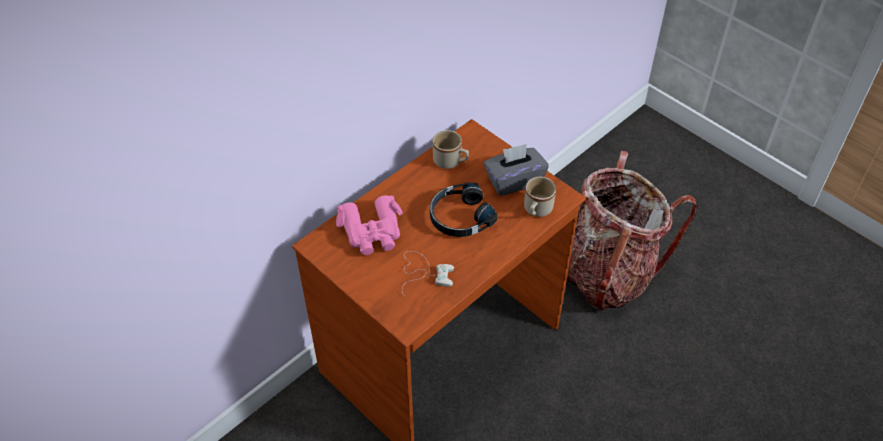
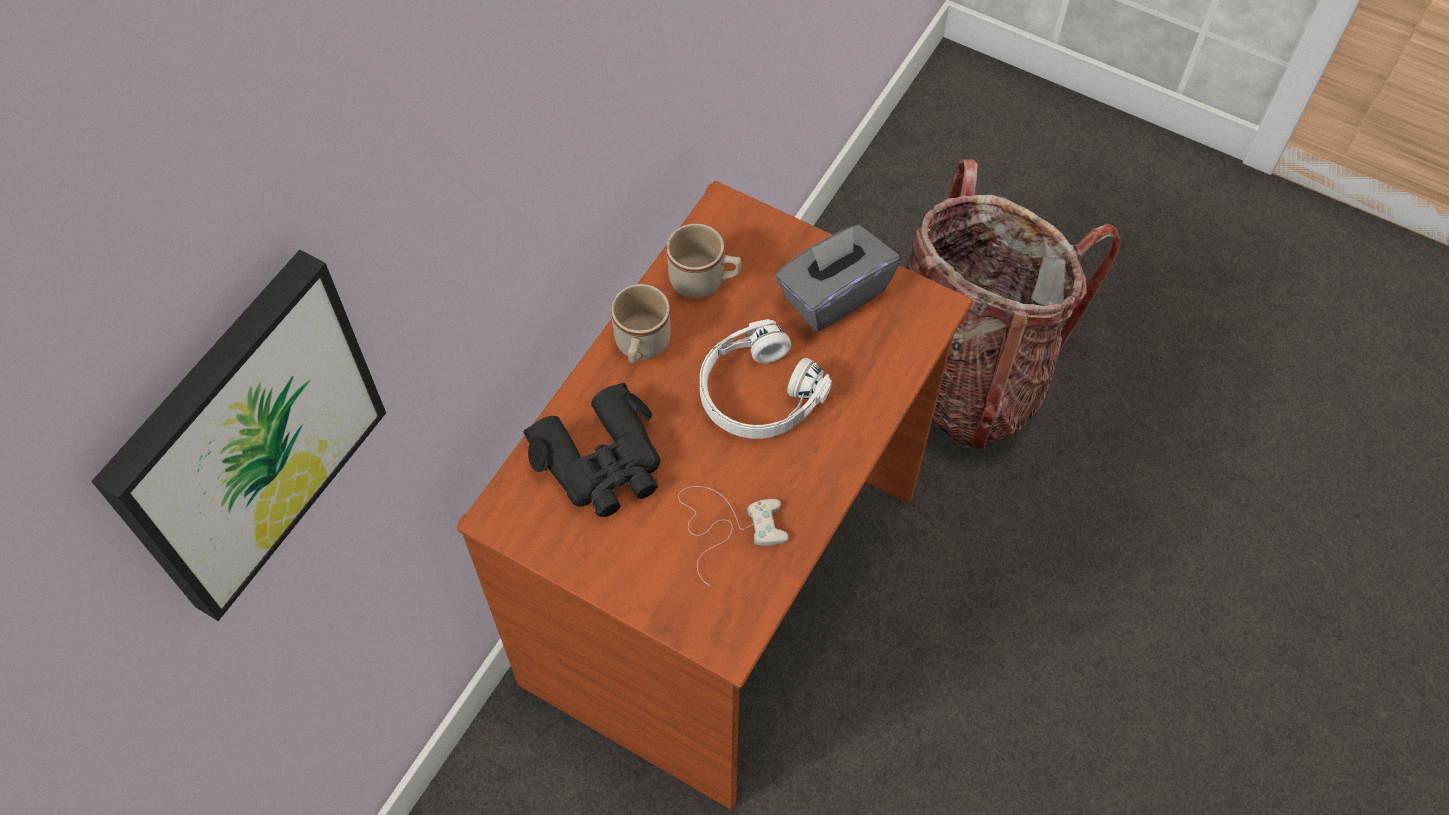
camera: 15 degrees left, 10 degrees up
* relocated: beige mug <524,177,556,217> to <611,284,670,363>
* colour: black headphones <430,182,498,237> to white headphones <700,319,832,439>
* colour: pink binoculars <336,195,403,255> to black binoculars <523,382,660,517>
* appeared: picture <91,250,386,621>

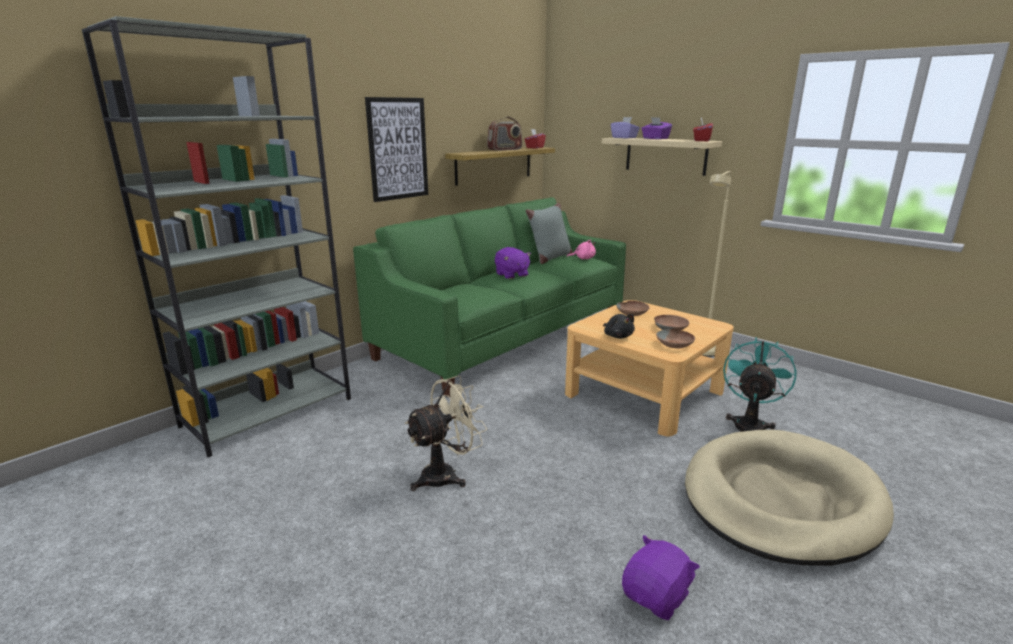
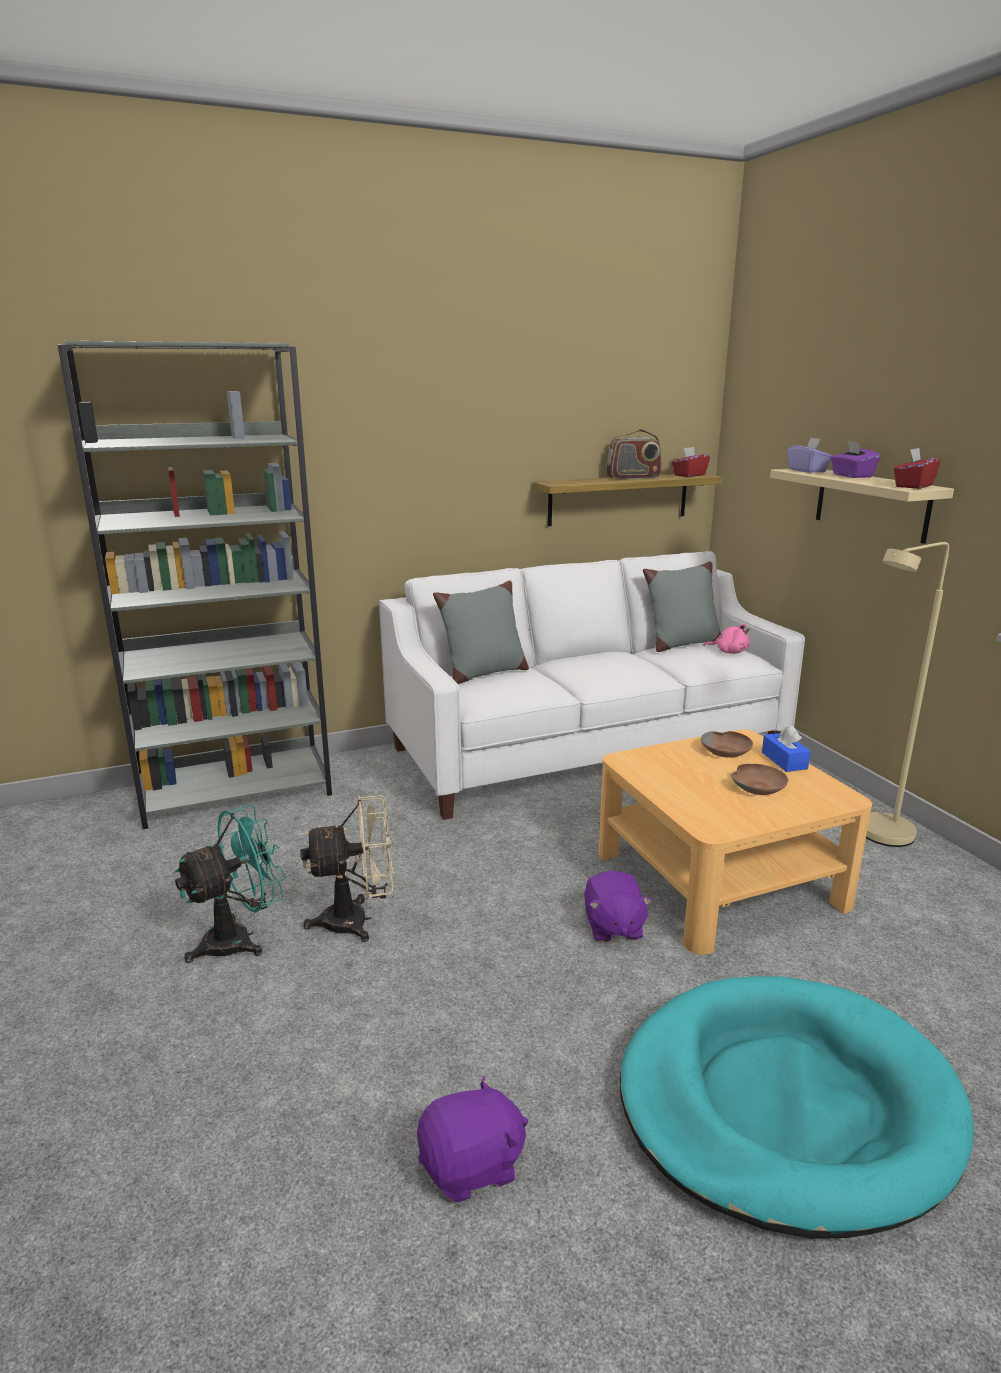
camera: 25 degrees right, 0 degrees up
* missing: picture <365,97,428,202>
* colour: green sofa <353,197,626,397> to white sofa <379,551,805,820>
* relocated: purple plush toy <495,247,531,279> to <584,871,652,942>
* missing: black plush toy <603,314,635,338>
* missing: brown bowl <656,329,695,348>
* relocated: turquoise fan <723,337,797,432> to <174,805,286,963>
* colour: beige dog bed <685,430,894,566> to turquoise dog bed <620,976,974,1239>
* appeared: grey pillow <433,581,529,684>
* appeared: blue tissue box <762,724,811,772>

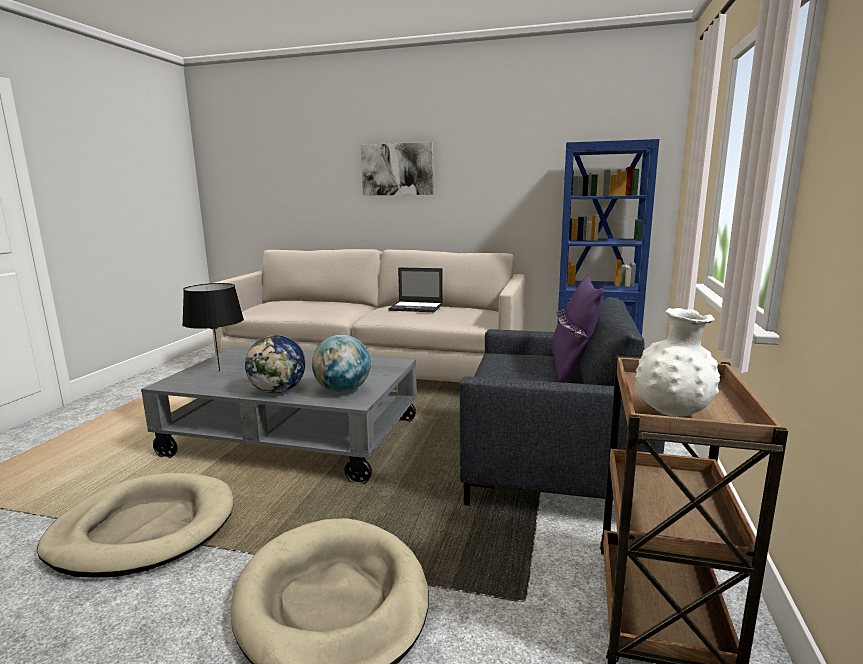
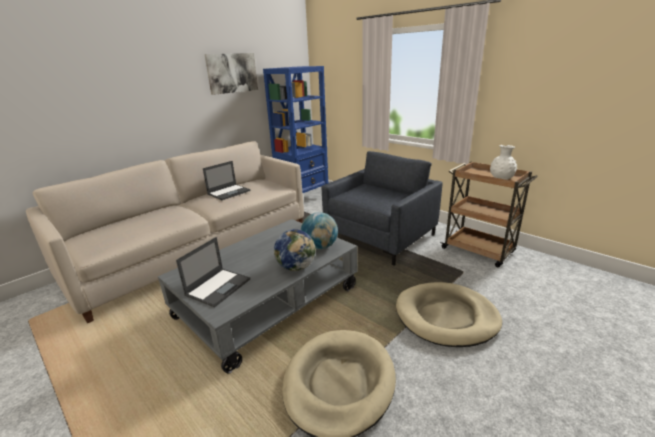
camera: 60 degrees left, 10 degrees up
* relocated: picture <361,142,434,196> to <205,53,258,95>
* missing: purple pillow <551,274,604,383>
* exchanged: black table lamp <182,283,244,371> to laptop <176,237,250,308>

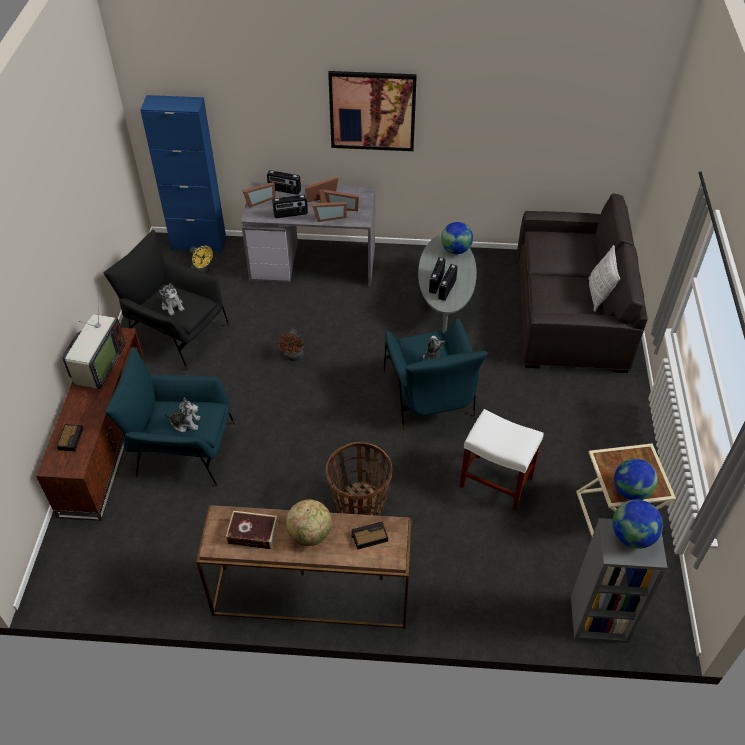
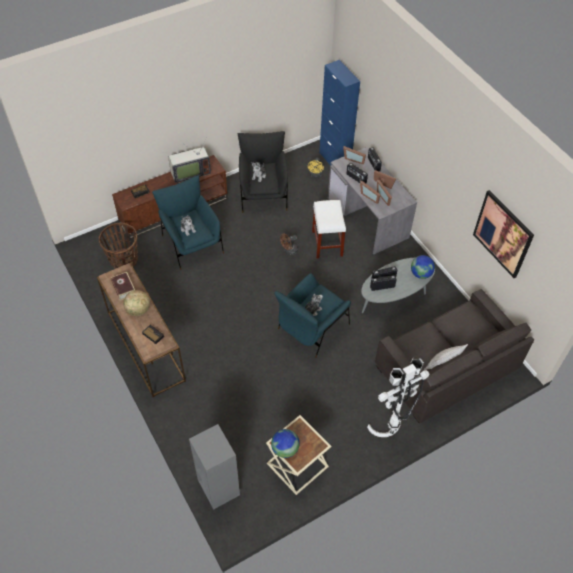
camera: 55 degrees right, 5 degrees up
* relocated: picture <328,71,417,151> to <473,190,534,278>
* relocated: white stool <460,409,544,511> to <312,200,346,258>
* relocated: basket <326,442,392,516> to <99,223,138,269>
* missing: globe <613,500,663,549>
* appeared: white floor lamp <367,358,429,437>

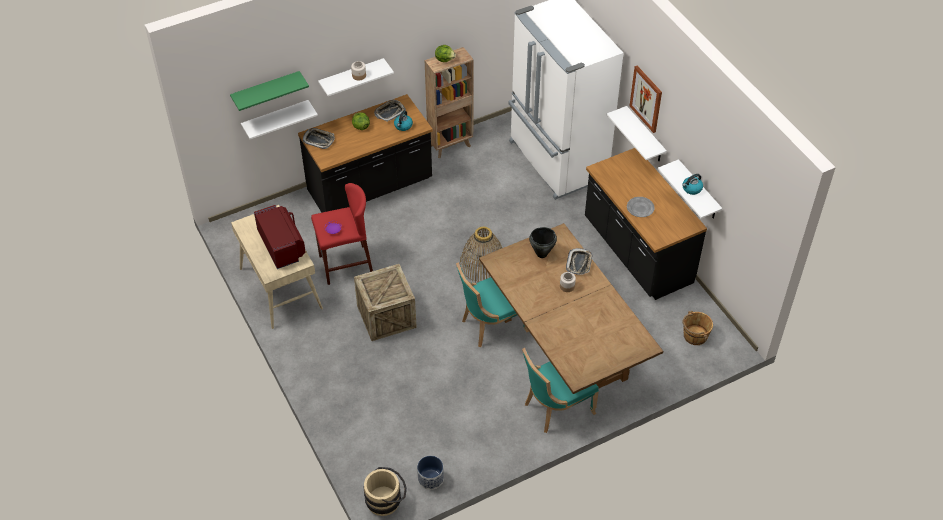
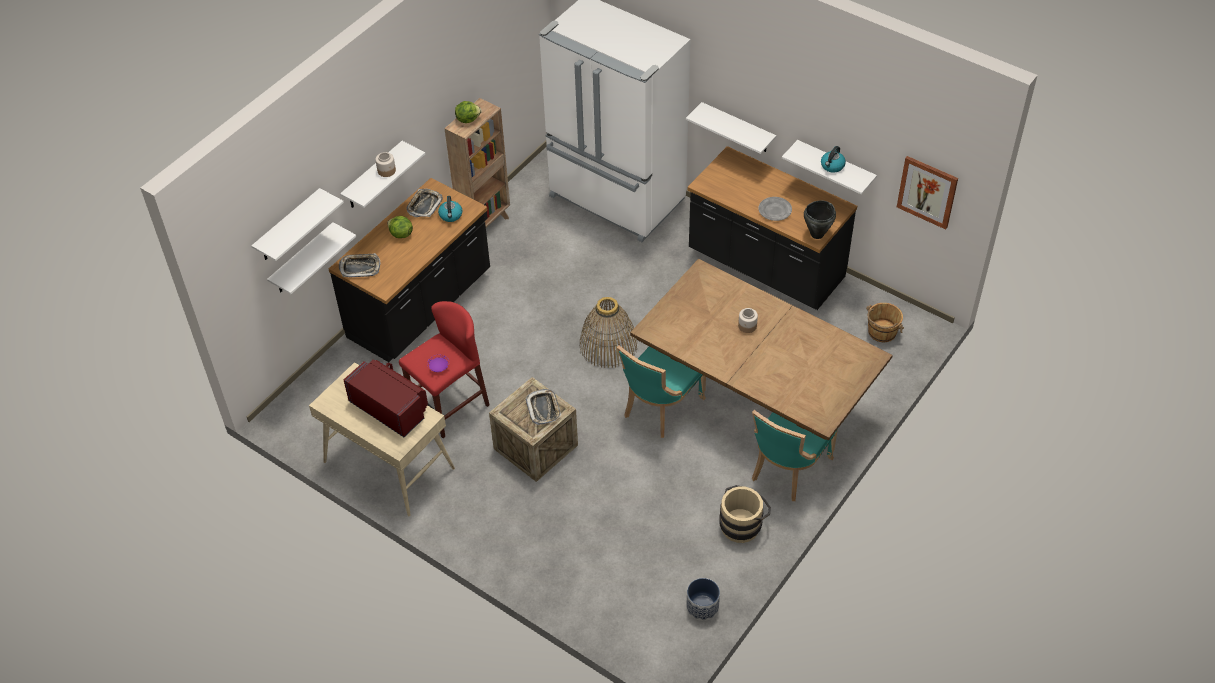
camera: 25 degrees left, 0 degrees up
* relocated: picture <630,66,662,133> to <897,156,958,229>
* colour: green shelf <230,71,309,111> to white shelf <251,188,344,261>
* relocated: black cooking pot <529,227,557,258> to <804,200,836,239>
* relocated: tray <566,248,593,275> to <526,389,561,425>
* relocated: beige bucket <364,467,407,516> to <719,485,771,543>

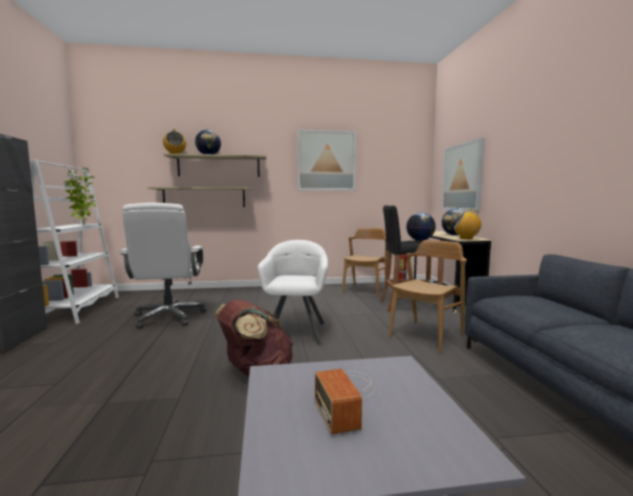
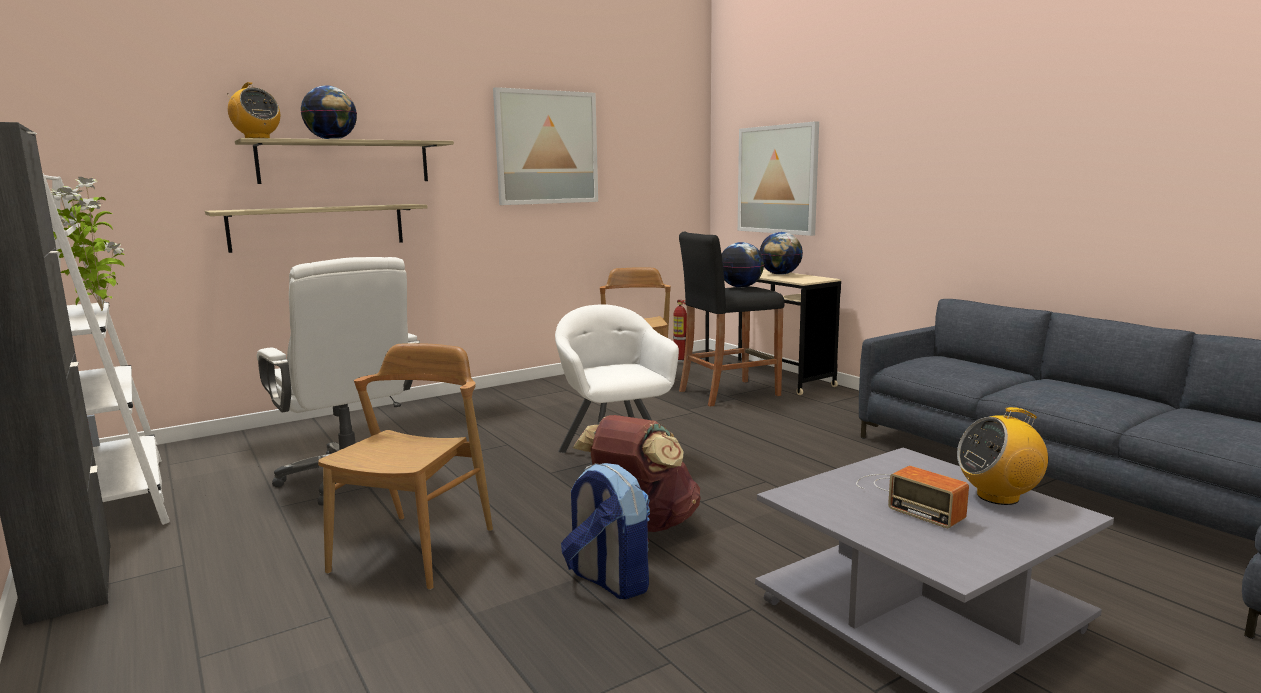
camera: 25 degrees left, 5 degrees up
* relocated: radio <454,209,481,239> to <957,407,1048,505>
* relocated: brown chair <388,240,467,353> to <318,344,493,590>
* appeared: backpack <561,463,650,599>

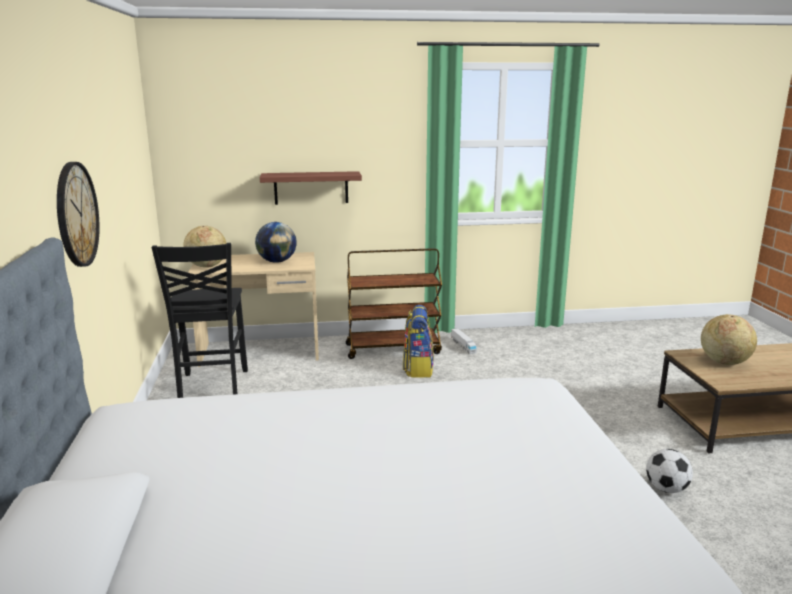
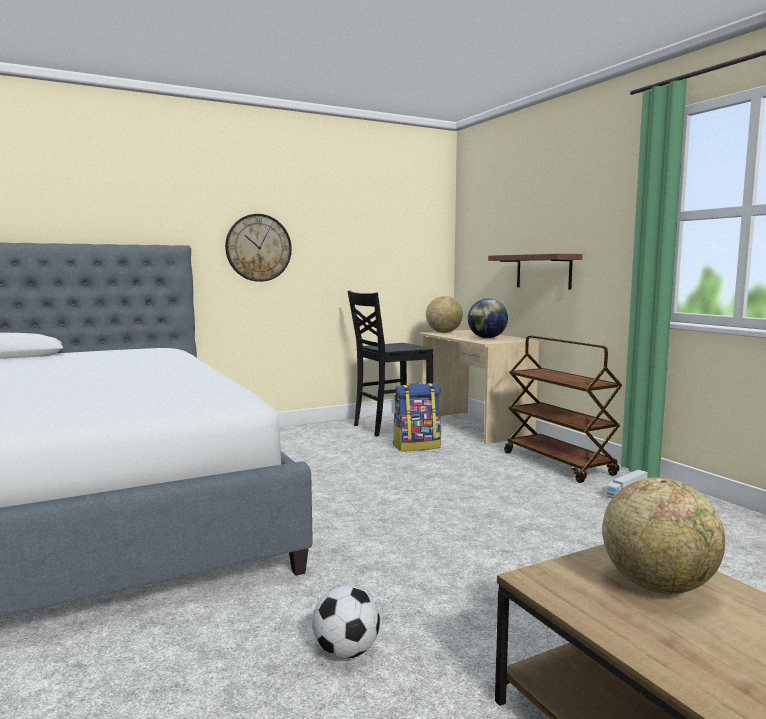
camera: 70 degrees right, 10 degrees down
* relocated: backpack <403,305,434,378> to <393,383,441,452>

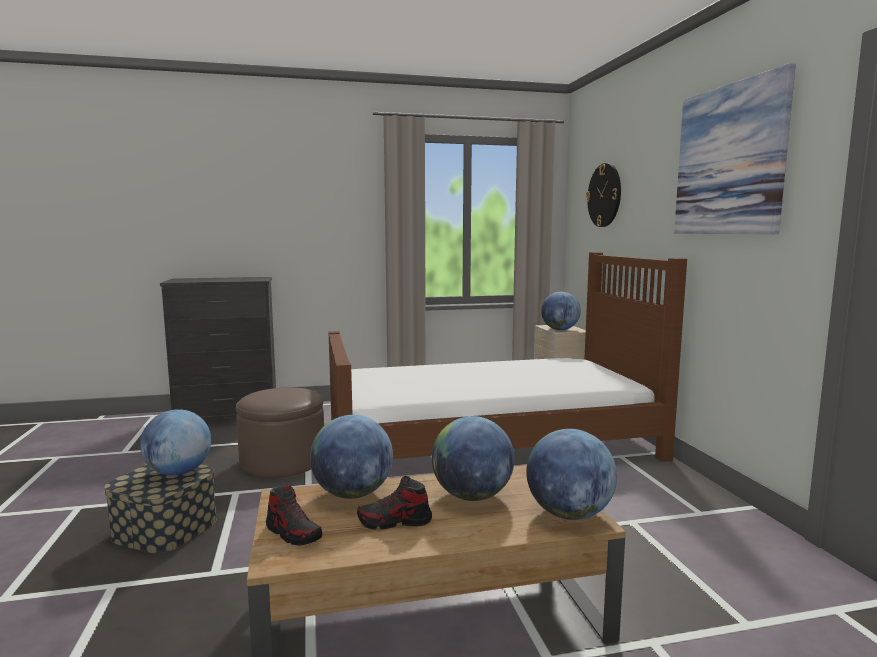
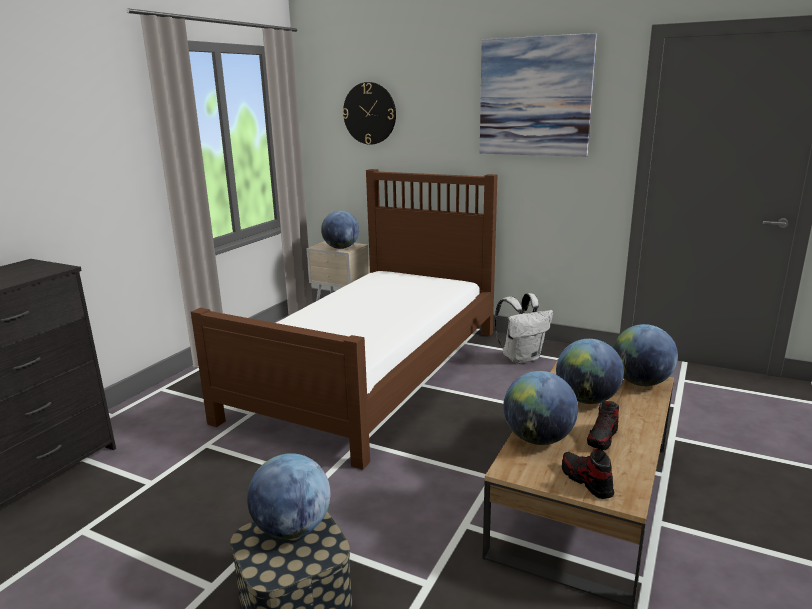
camera: 50 degrees left, 10 degrees up
* missing: brown ottoman <236,388,324,478>
* spun: shoe <266,483,322,545> = <562,448,614,499> 105 degrees counterclockwise
* appeared: white backpack <495,293,553,364>

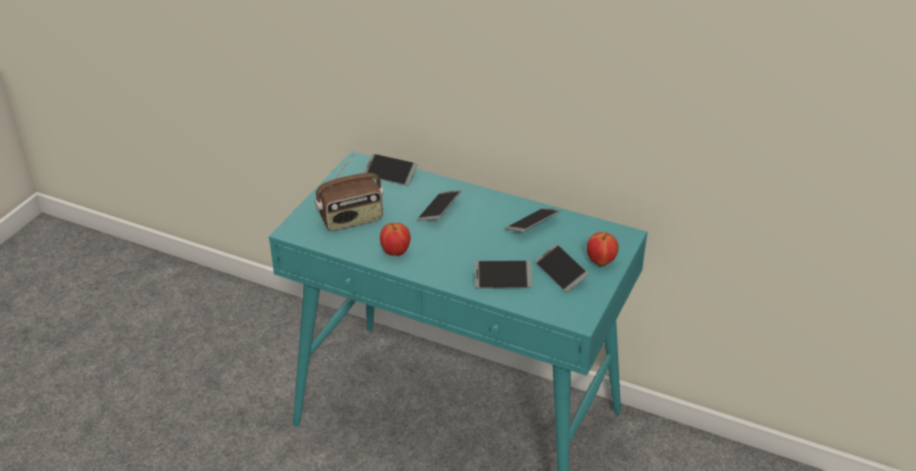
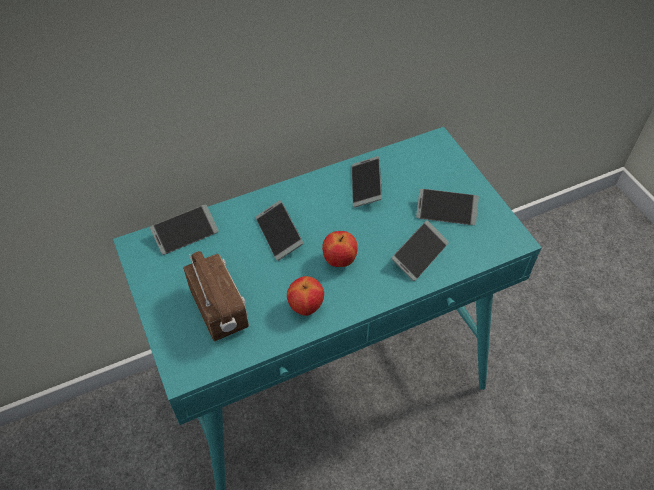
camera: 50 degrees left, 15 degrees up
* spun: radio <315,154,384,231> = <183,251,249,342> 45 degrees counterclockwise
* relocated: apple <587,232,619,266> to <322,231,358,267>

